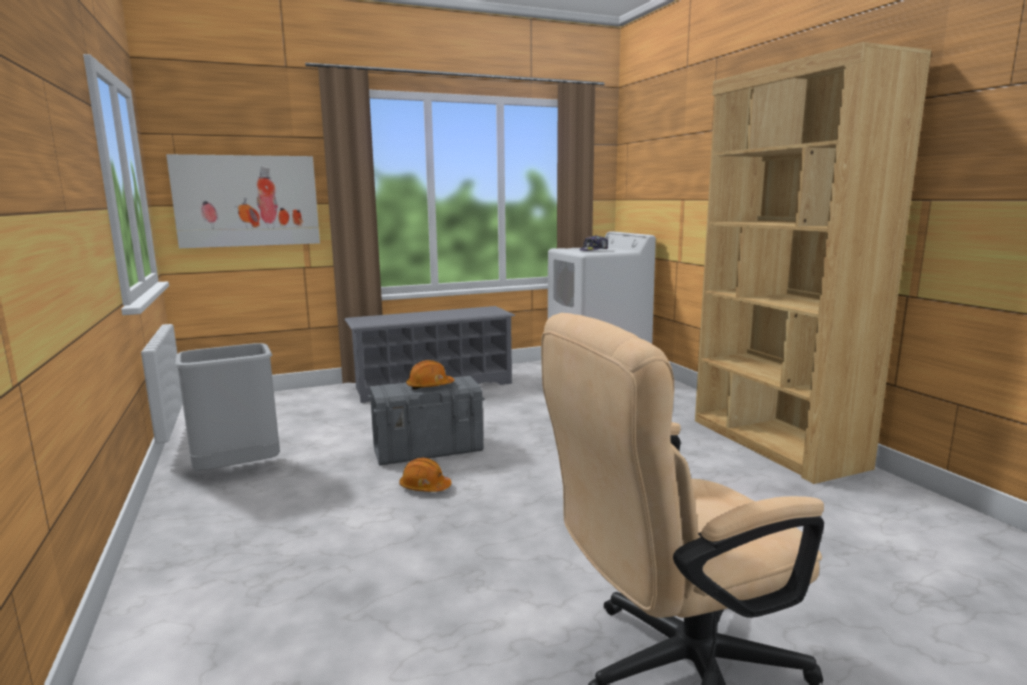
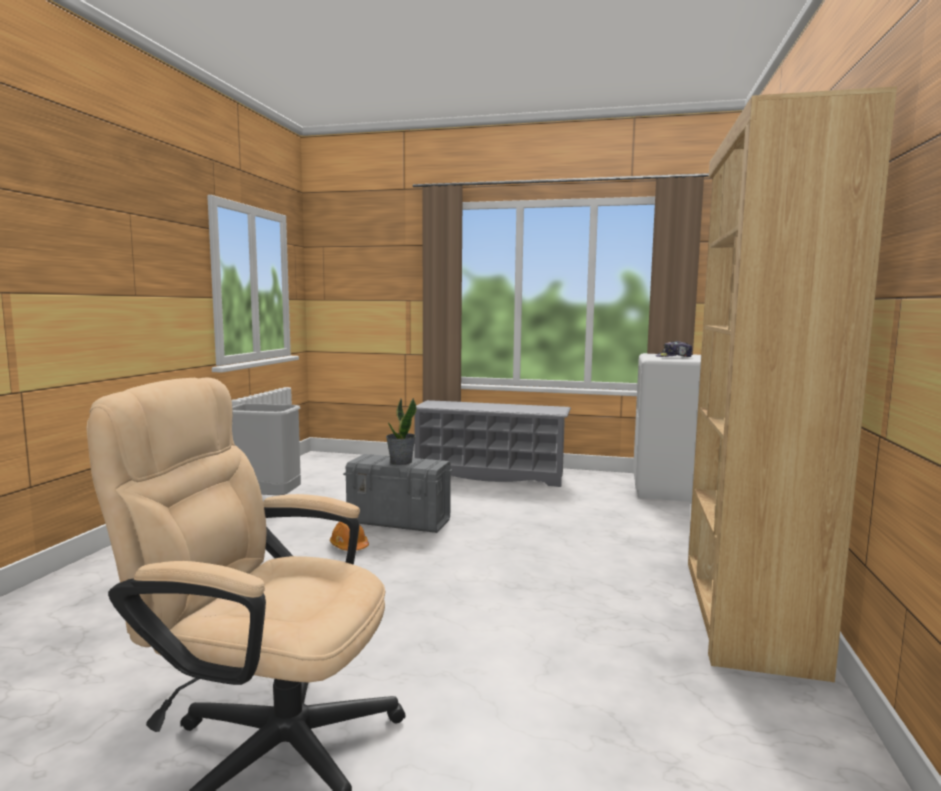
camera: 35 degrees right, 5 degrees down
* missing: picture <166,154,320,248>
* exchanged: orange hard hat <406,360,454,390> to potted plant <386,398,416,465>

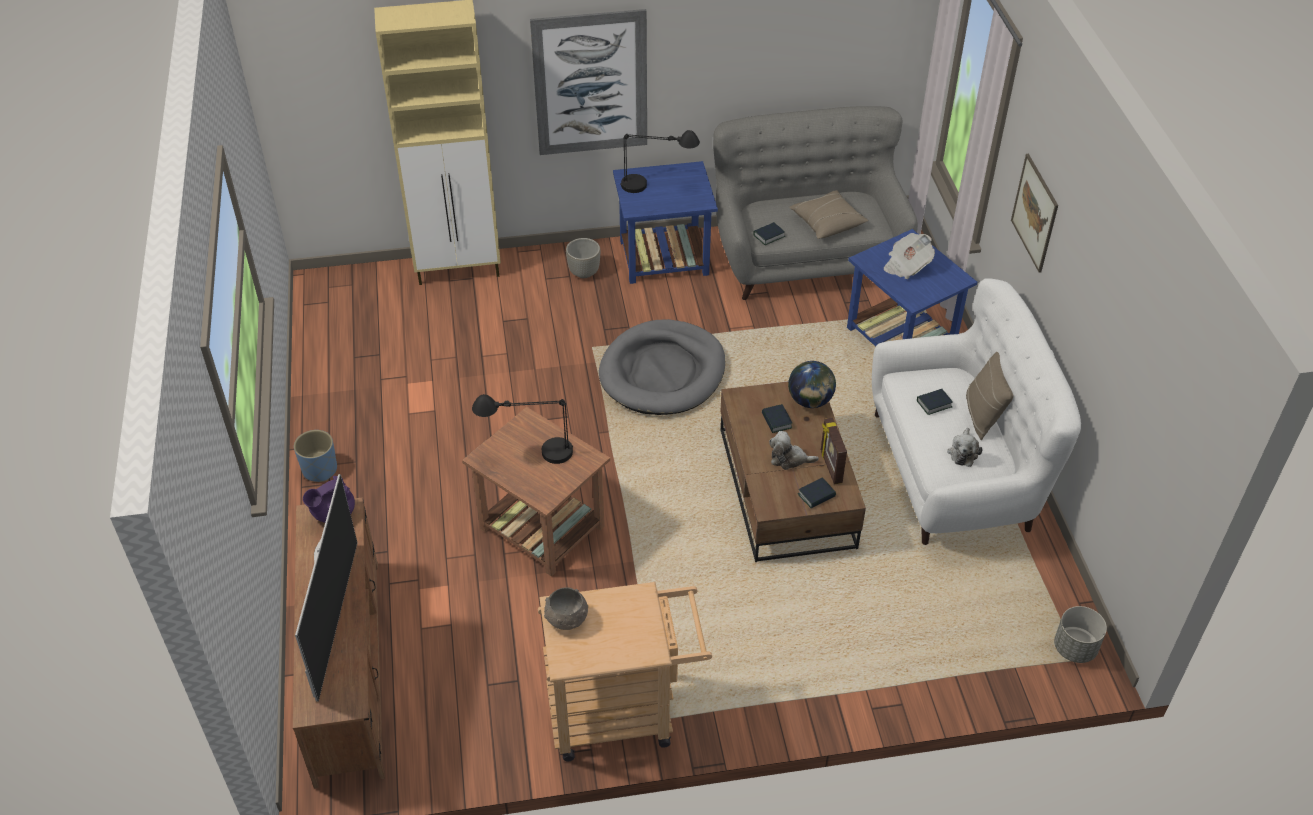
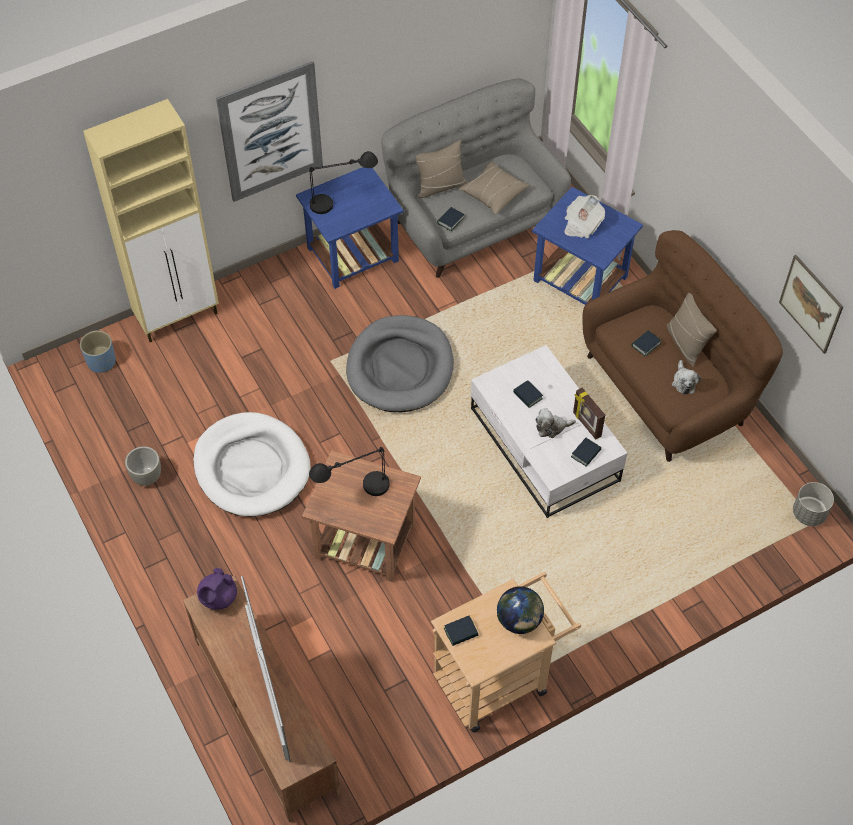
camera: 20 degrees left, 10 degrees up
* relocated: picture <1011,154,1058,273> to <779,255,843,354>
* relocated: grey planter <566,238,600,278> to <125,446,161,486>
* colour: white sofa <872,278,1081,545> to brown sofa <582,230,783,462>
* relocated: globe <788,361,836,408> to <497,586,544,634>
* colour: brown coffee table <720,382,866,562> to white coffee table <471,345,627,518>
* relocated: blue planter <294,430,337,482> to <80,330,116,373>
* exchanged: grey bowl <544,587,588,630> to book <444,616,478,646>
* appeared: beige pillow <416,140,467,198>
* appeared: white dog bed <193,412,311,517>

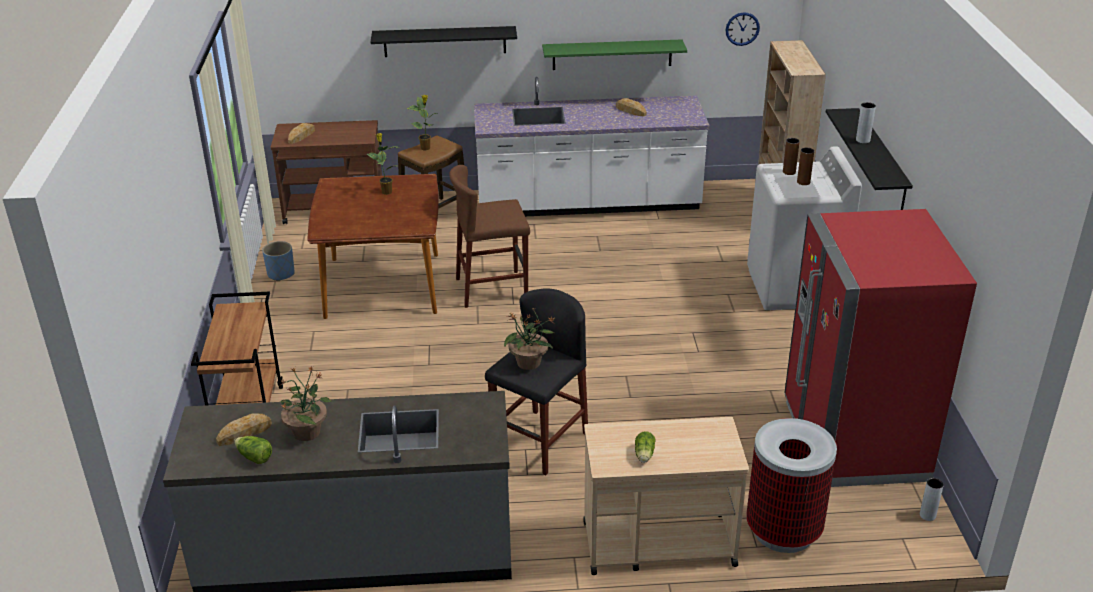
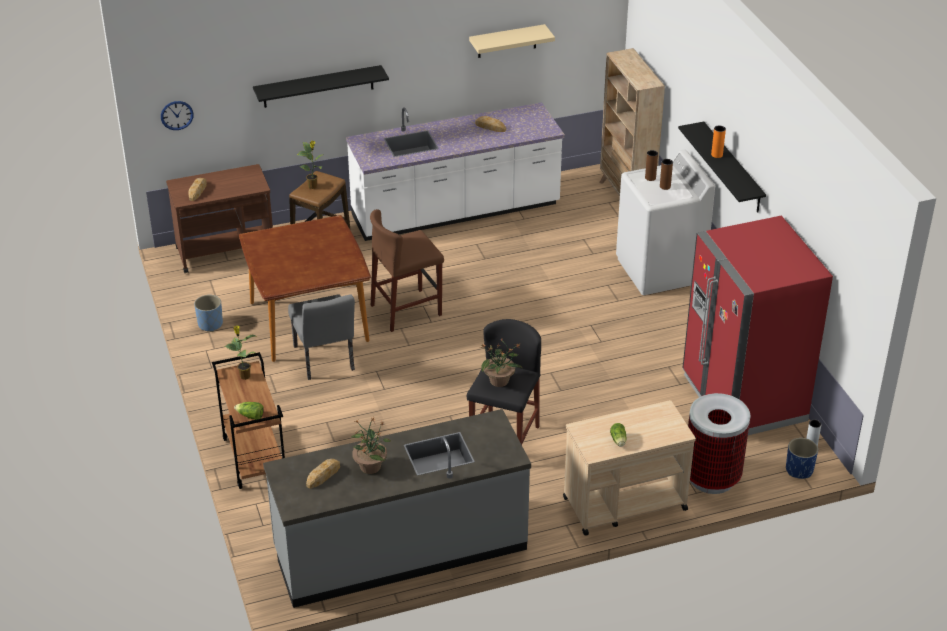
camera: 15 degrees left, 5 degrees up
* relocated: wall clock <725,12,760,46> to <161,101,194,130>
* missing: green shelf <542,39,687,70>
* colour: grey vase <856,102,876,143> to orange vase <711,125,726,158>
* relocated: potted plant <366,133,399,195> to <224,325,256,380>
* relocated: lettuce <234,436,272,464> to <234,402,264,420>
* appeared: beige shelf <469,24,555,58>
* appeared: grey chair <288,294,355,380>
* appeared: blue planter <786,438,818,479>

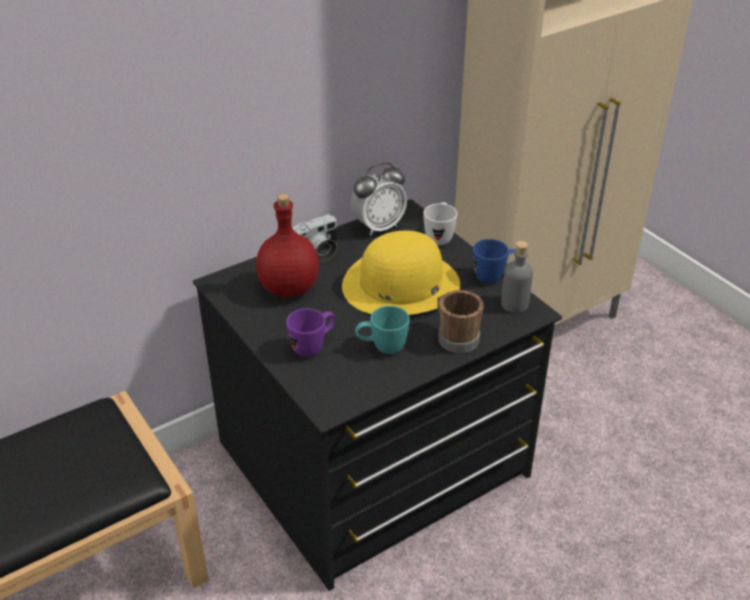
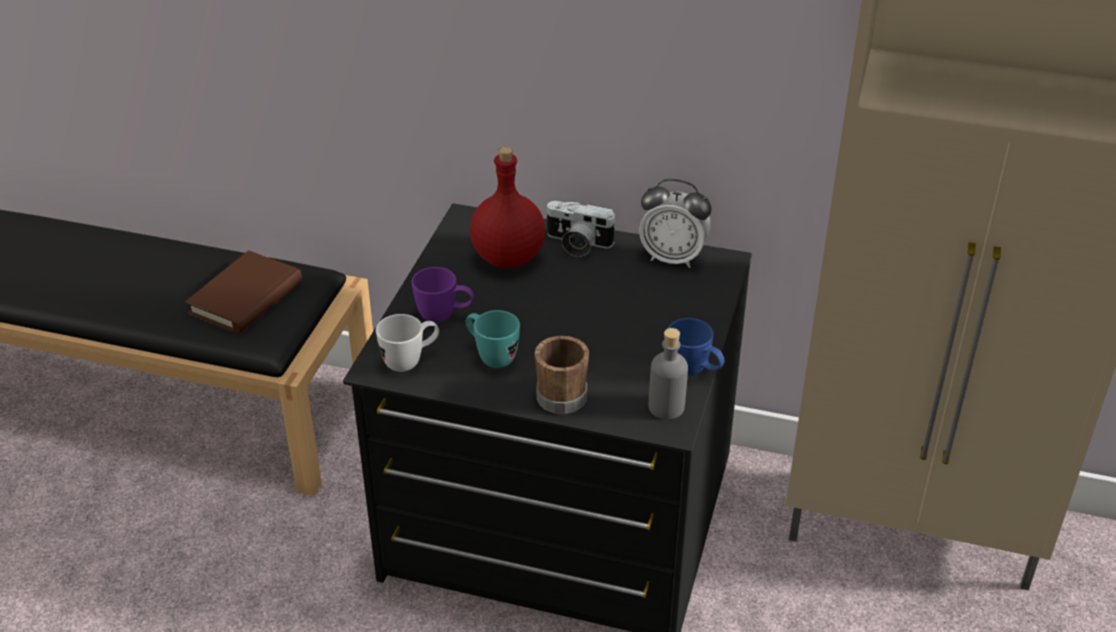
camera: 50 degrees right, 0 degrees up
* relocated: white mug <423,202,457,245> to <376,314,439,372>
* missing: yellow hat <342,231,460,315>
* appeared: brown book <185,250,302,334>

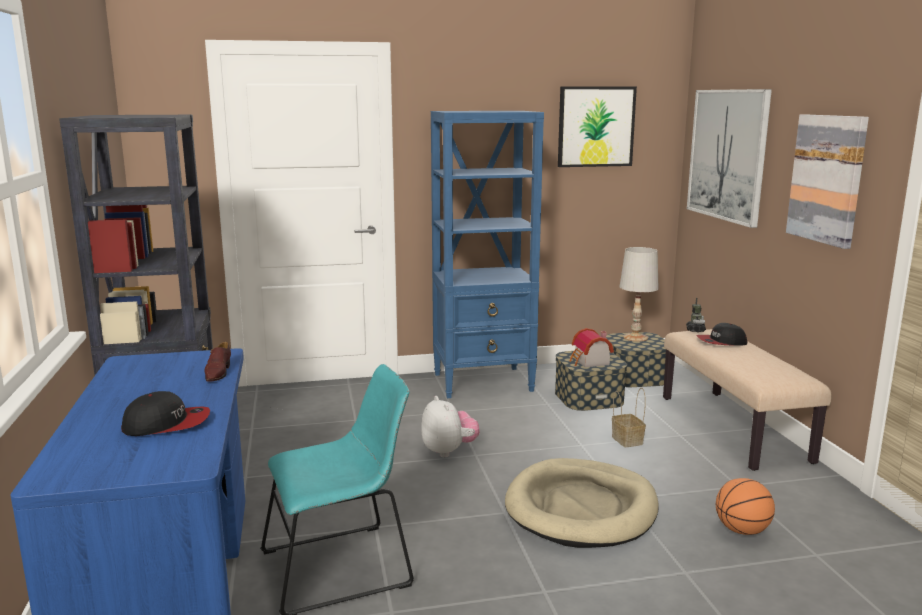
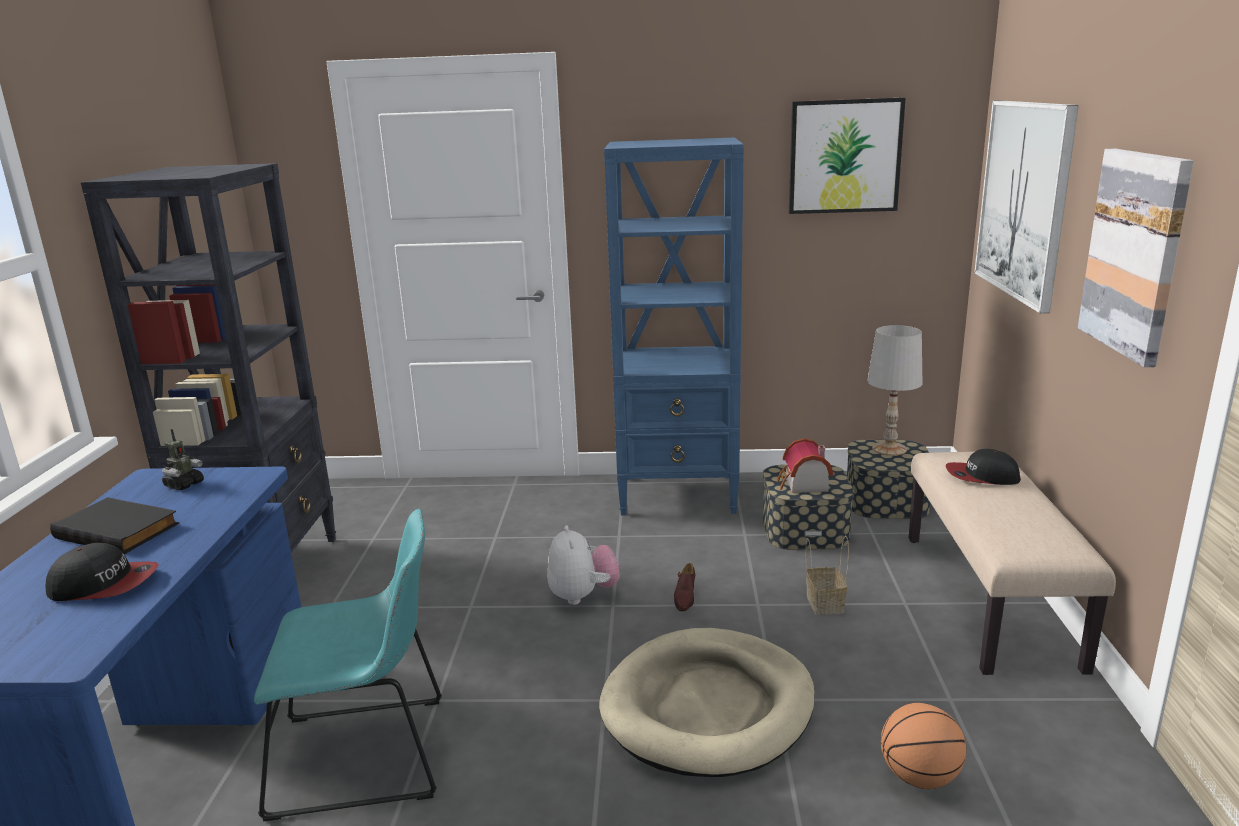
camera: 15 degrees right, 5 degrees up
* relocated: toy robot <686,298,706,332> to <162,429,204,490>
* relocated: brown shoe <204,342,231,382> to <674,563,695,611>
* appeared: black book <50,497,179,554>

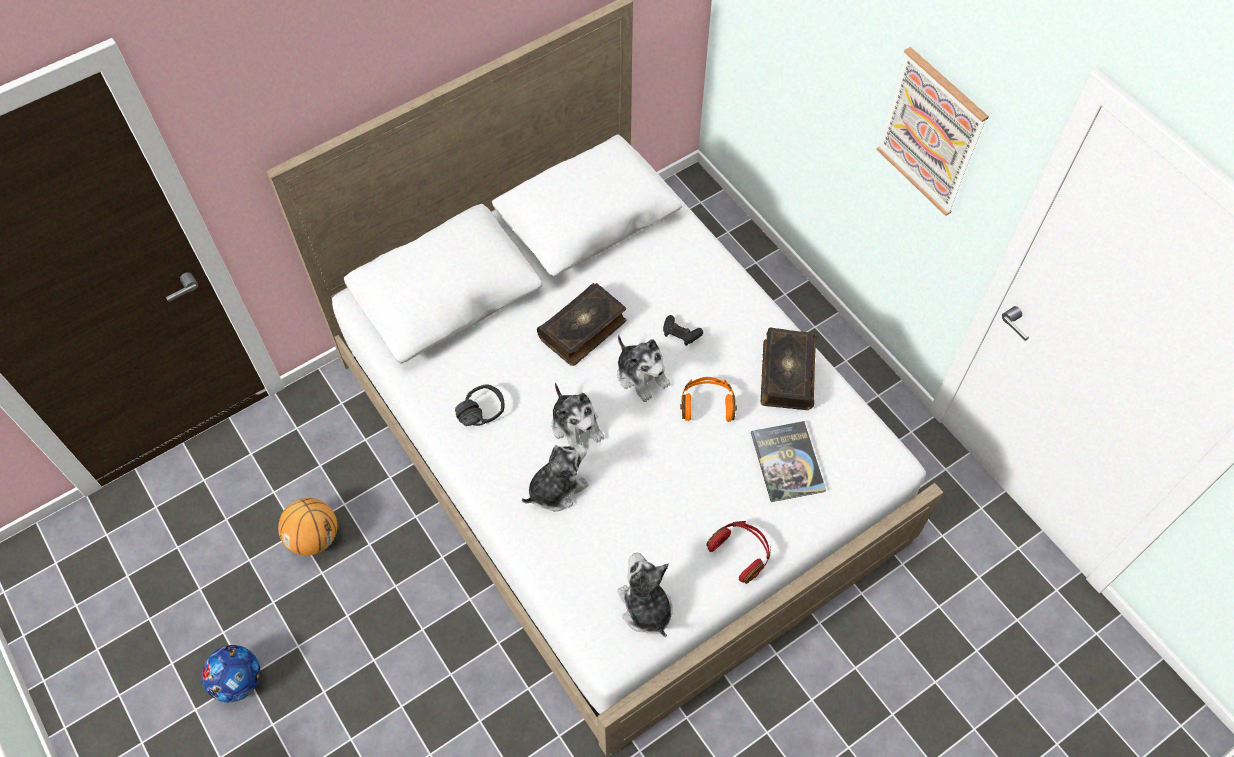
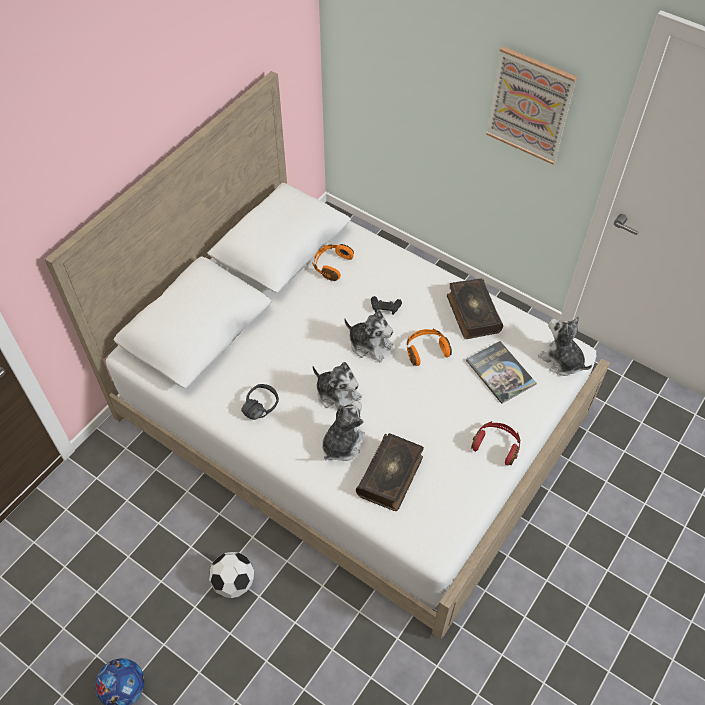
camera: 20 degrees left, 5 degrees down
* relocated: book <537,283,626,366> to <356,433,424,511>
* missing: basketball <278,498,337,556>
* relocated: plush toy <617,553,673,637> to <538,316,592,376>
* appeared: orange headphones <312,244,354,281>
* appeared: football <209,552,254,598>

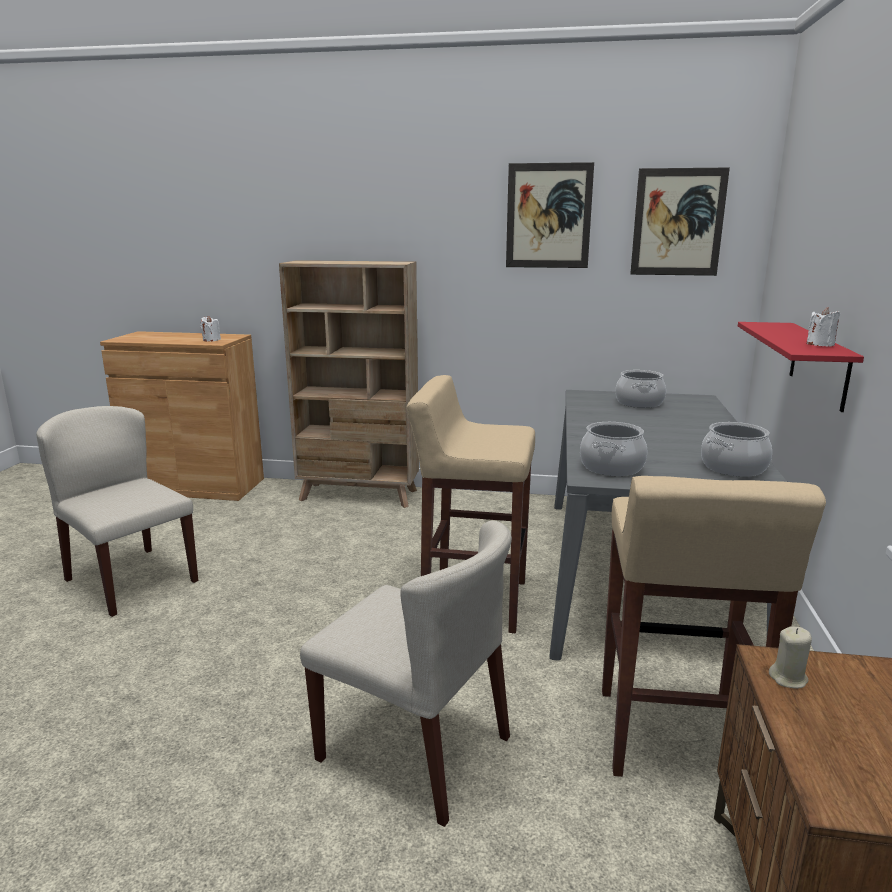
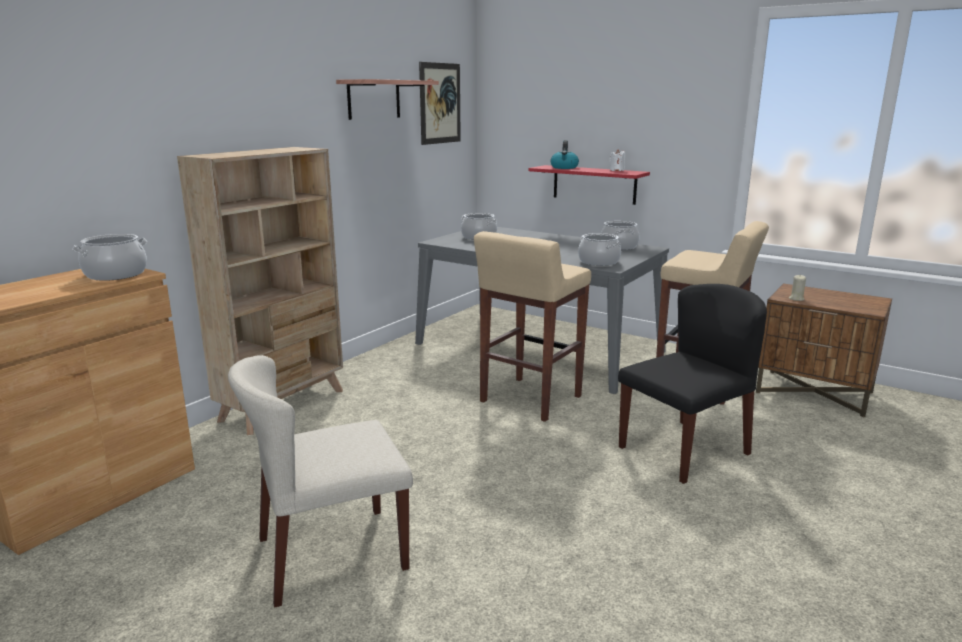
camera: 65 degrees left, 0 degrees up
* exchanged: picture <506,162,594,268> to shelf <336,79,439,120>
* exchanged: white candle <200,316,221,342> to cooking pot <72,234,147,281>
* colour: beige chair <300,521,512,827> to black chair <618,284,767,484>
* appeared: kettle <550,140,579,169>

